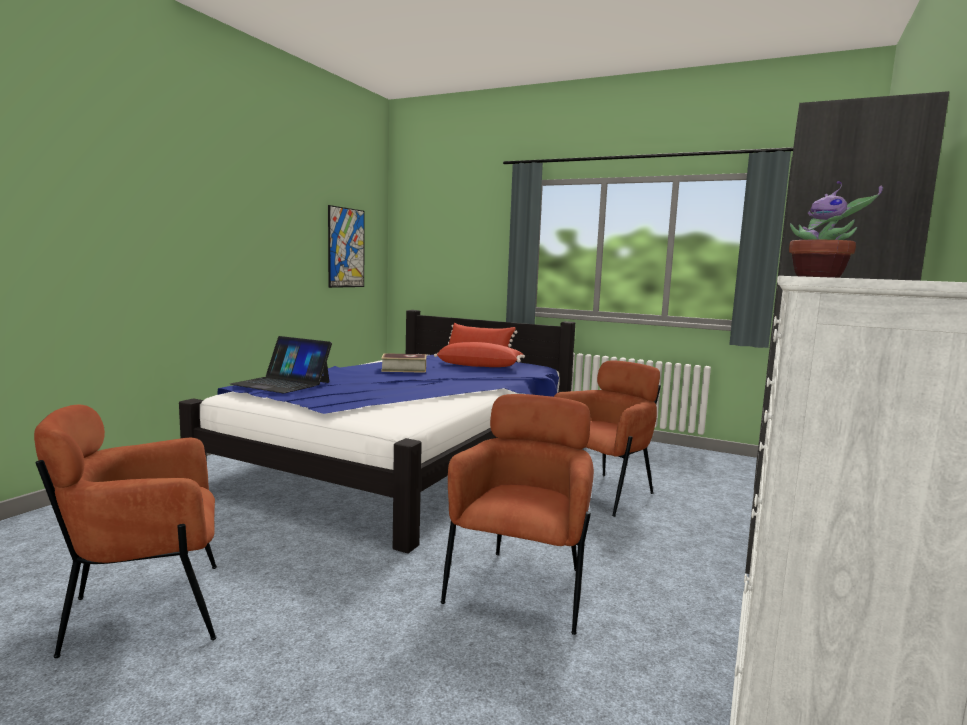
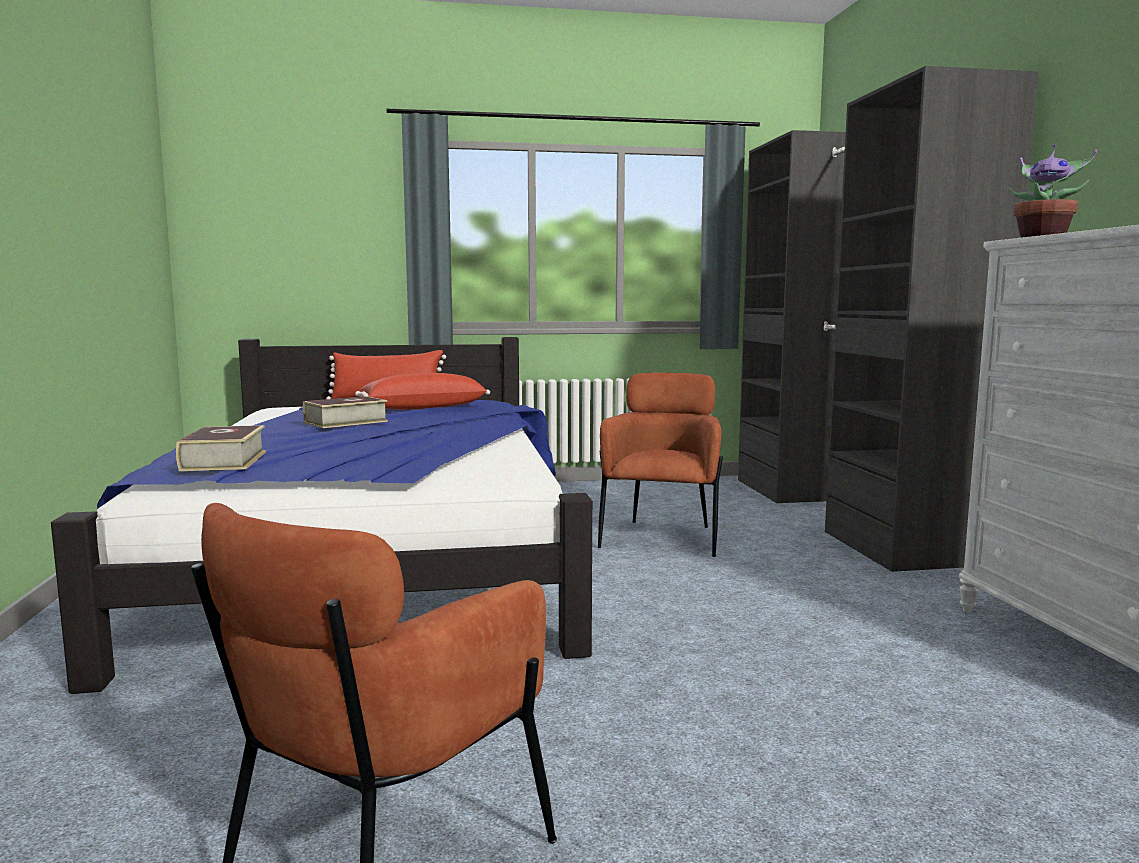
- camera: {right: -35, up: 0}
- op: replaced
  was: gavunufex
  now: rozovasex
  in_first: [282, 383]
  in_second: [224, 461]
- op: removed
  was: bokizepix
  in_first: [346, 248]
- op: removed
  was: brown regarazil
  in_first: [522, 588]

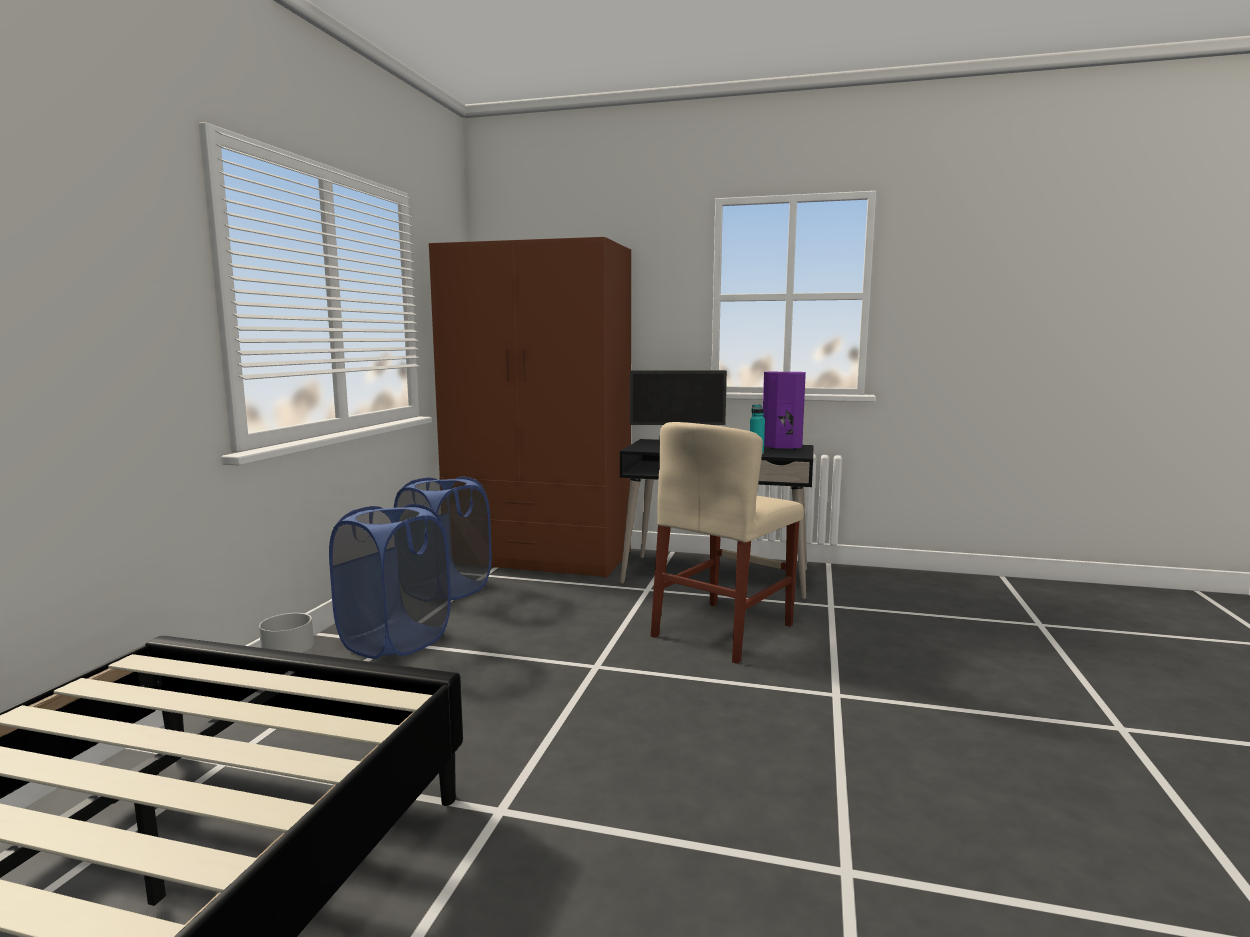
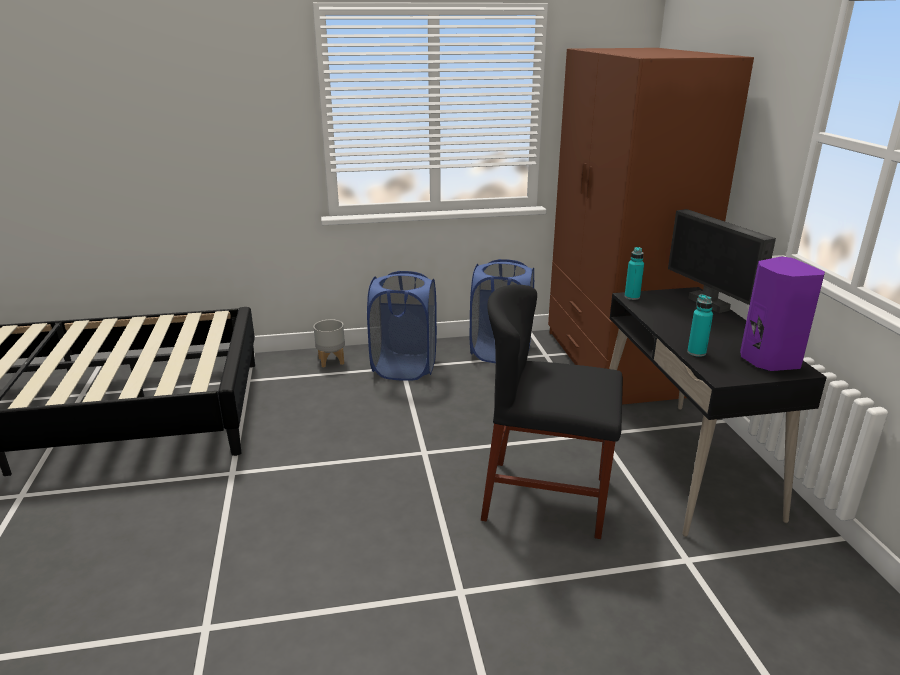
- camera: {right: 65, up: 15}
- op: recoloured
  was: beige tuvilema
  now: black tuvilema
  in_first: [723, 630]
  in_second: [546, 498]
- op: added
  now: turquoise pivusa
  in_second: [632, 297]

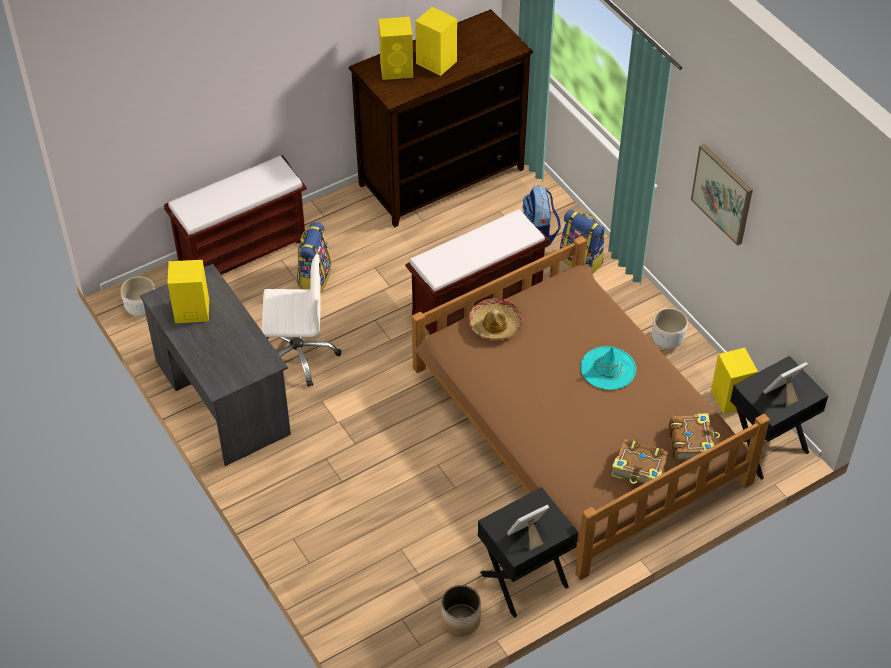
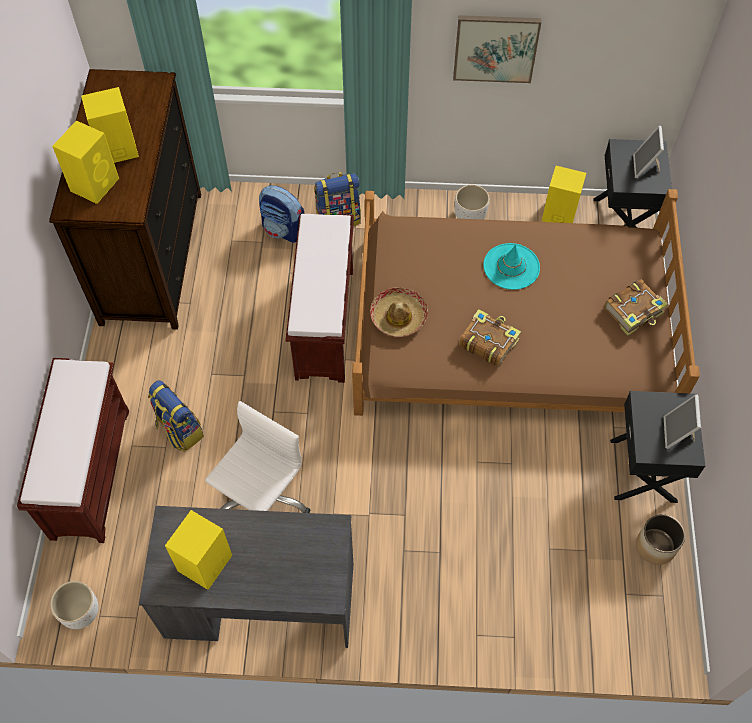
- camera: {right: -55, up: 10}
- op: moved
  was: rozovasex
  in_first: [691, 442]
  in_second: [488, 342]

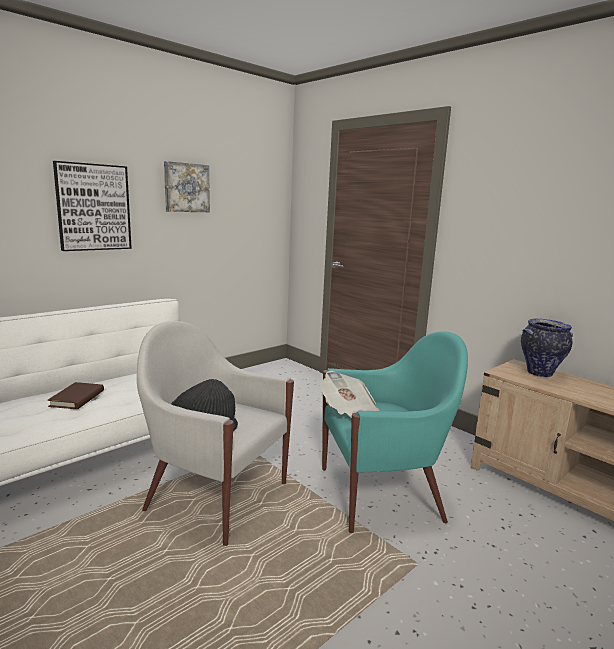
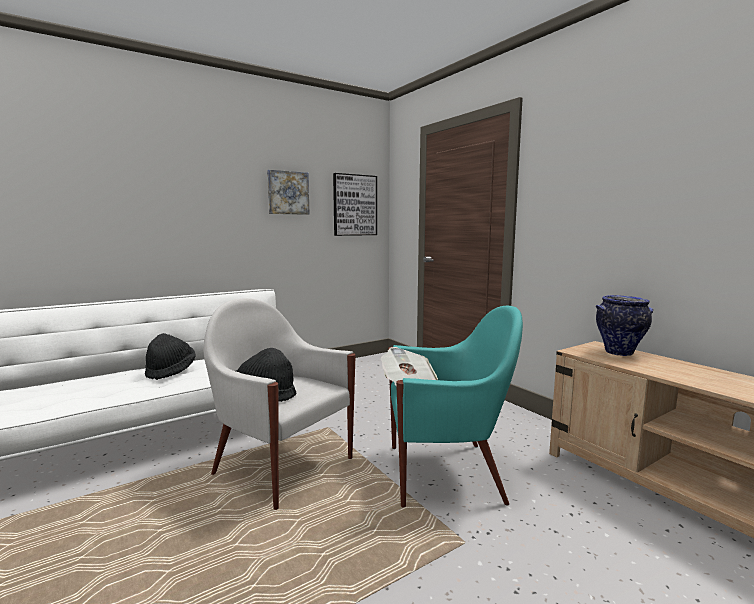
- camera: {right: 10, up: -5}
- op: replaced
  was: brown rozovasex
  now: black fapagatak
  in_first: [77, 398]
  in_second: [171, 371]
- op: moved
  was: bokizepix
  in_first: [93, 207]
  in_second: [355, 205]

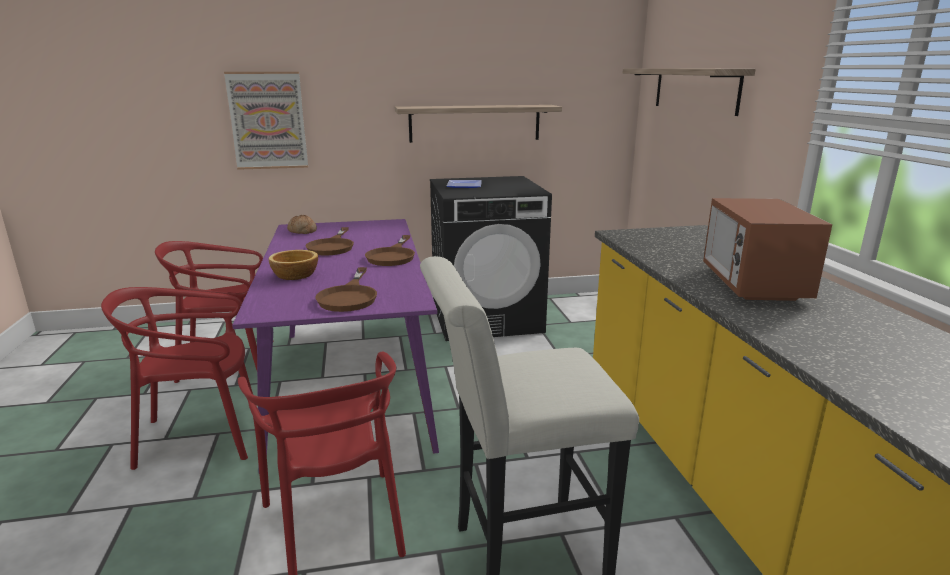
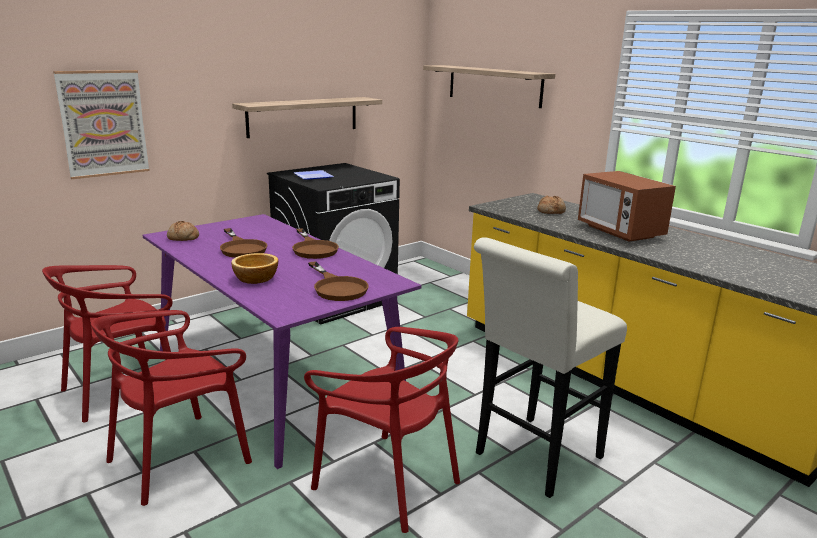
- camera: {right: -30, up: 0}
- op: added
  now: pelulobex
  in_second: [551, 211]

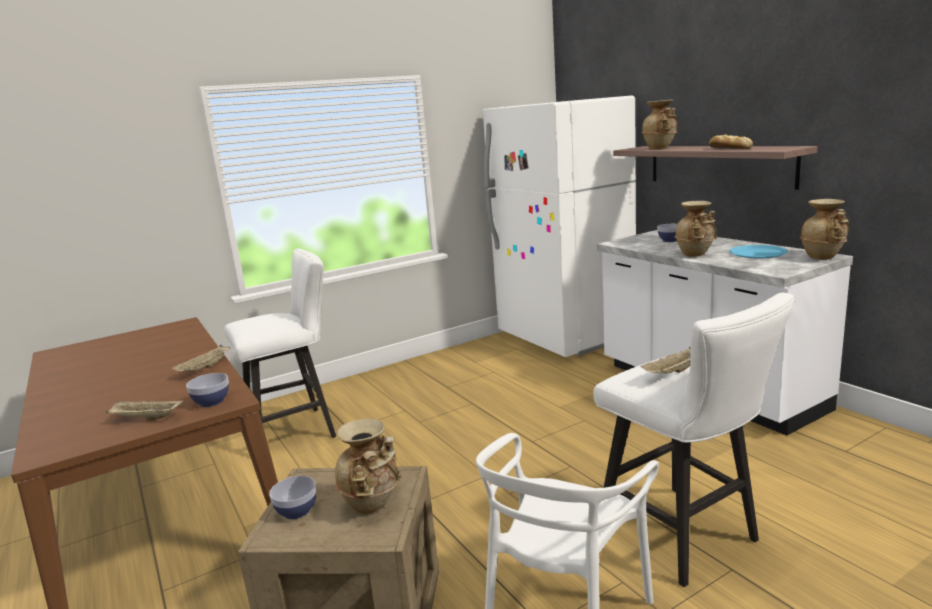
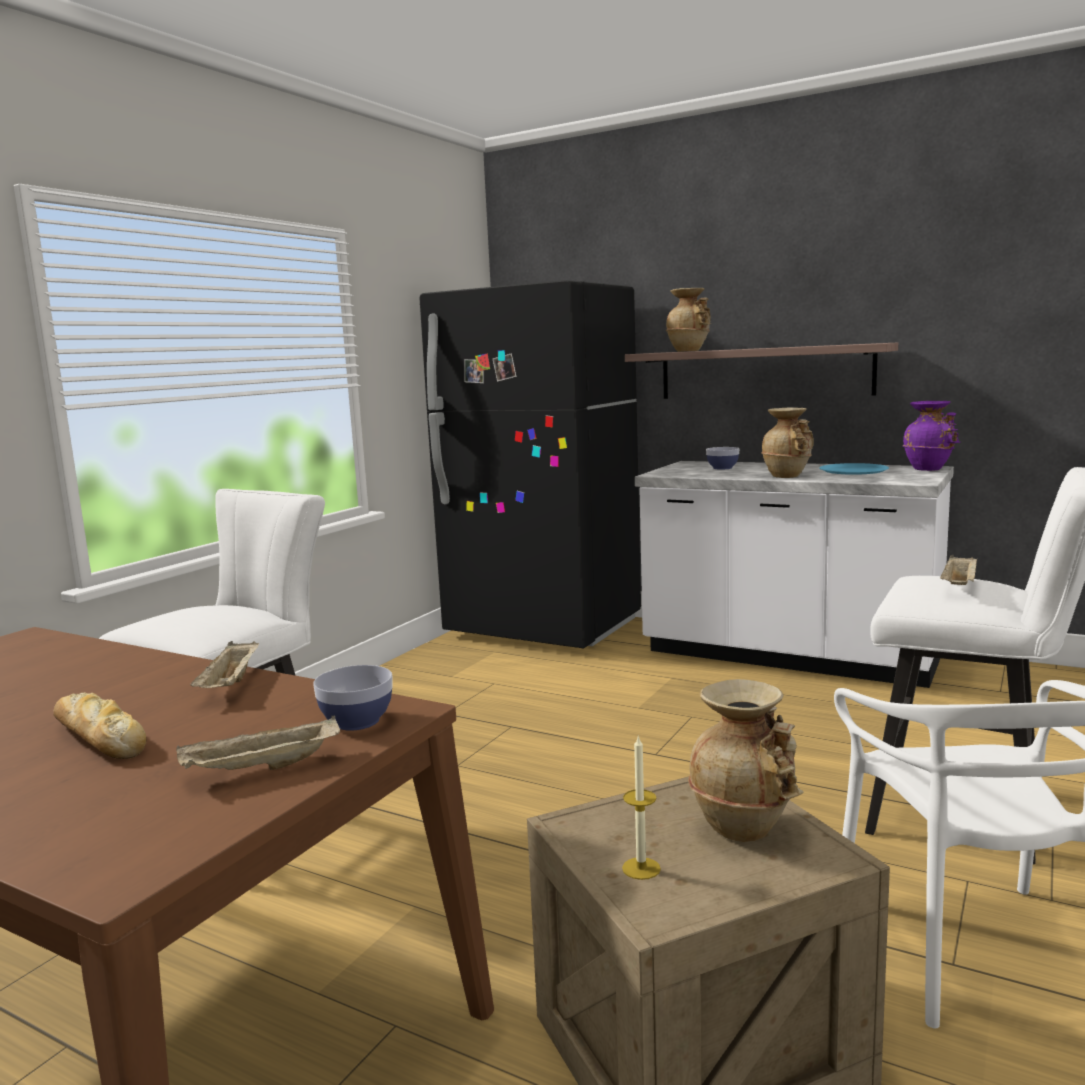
- camera: {right: -30, up: -5}
- op: replaced
  was: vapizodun
  now: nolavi
  in_first: [296, 511]
  in_second: [641, 868]
- op: recoloured
  was: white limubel
  now: black limubel
  in_first: [565, 337]
  in_second: [544, 628]
- op: moved
  was: pelulobex
  in_first: [729, 148]
  in_second: [98, 738]
- op: recoloured
  was: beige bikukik
  now: purple bikukik
  in_first: [823, 257]
  in_second: [929, 468]

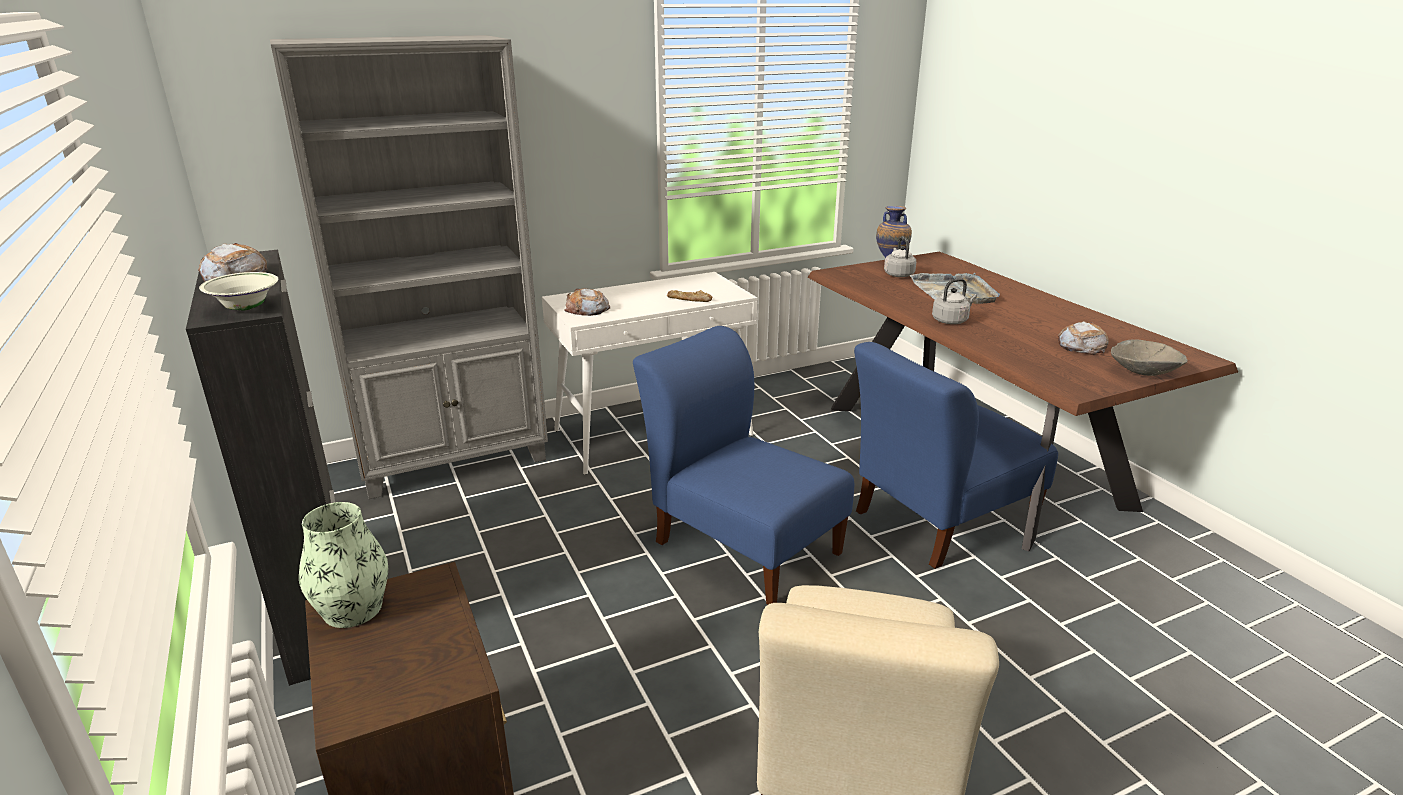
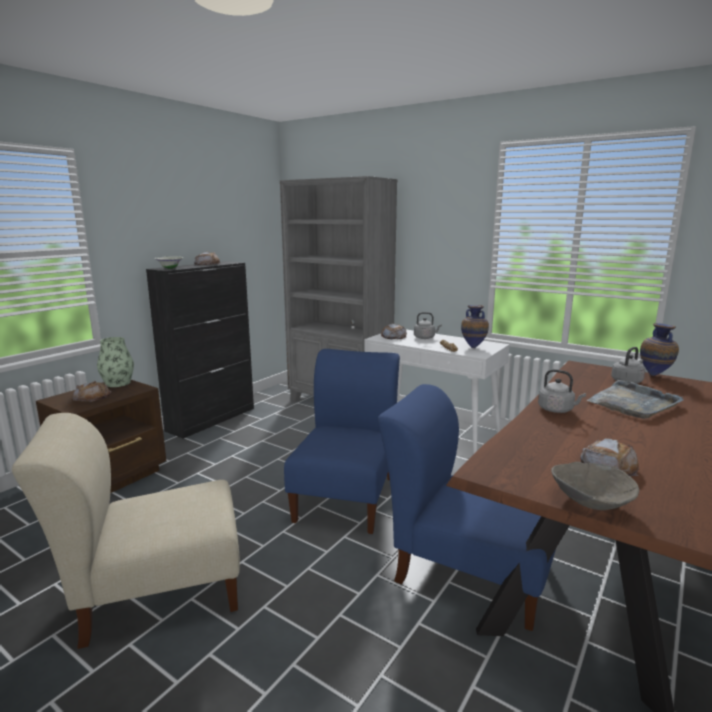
- camera: {right: 60, up: -10}
- op: added
  now: pelulobex
  in_second: [92, 396]
- op: added
  now: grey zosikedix
  in_second: [425, 338]
- op: added
  now: bikukik
  in_second: [473, 347]

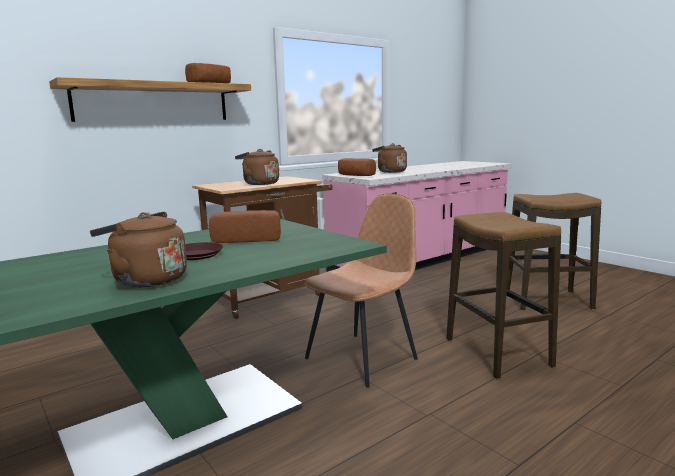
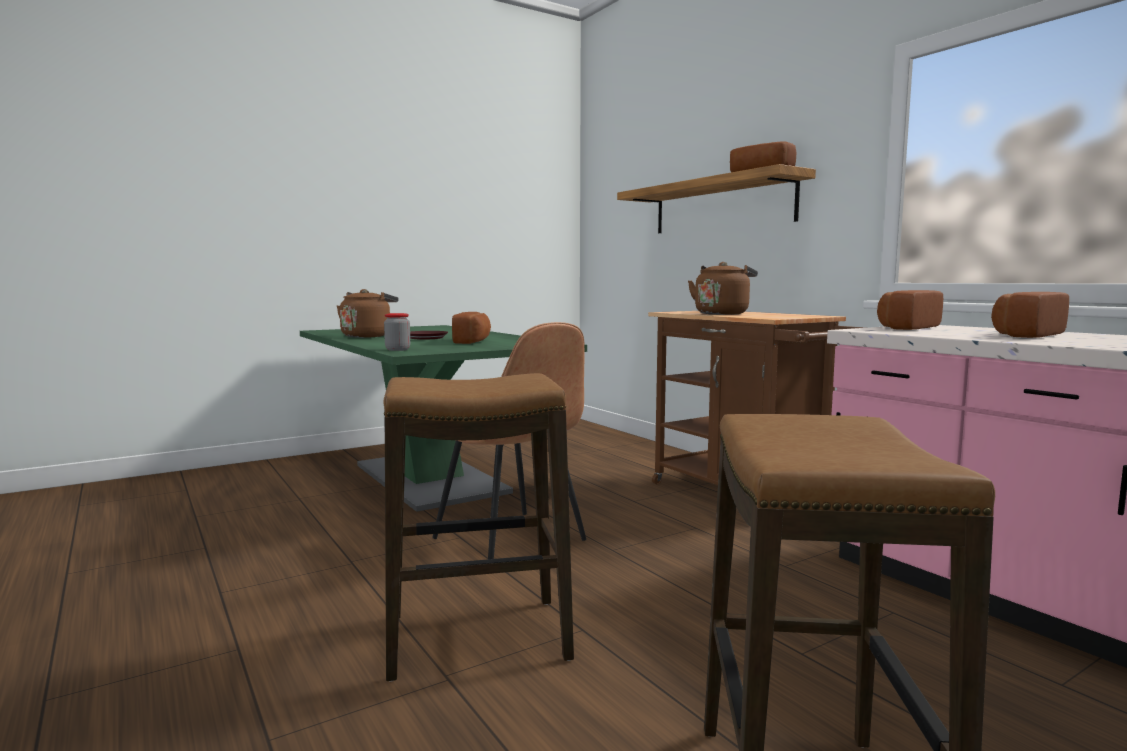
- camera: {right: 95, up: -5}
- op: replaced
  was: brown zosikedix
  now: pelulobex
  in_first: [390, 172]
  in_second: [1023, 335]
- op: added
  now: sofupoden
  in_second: [397, 349]

